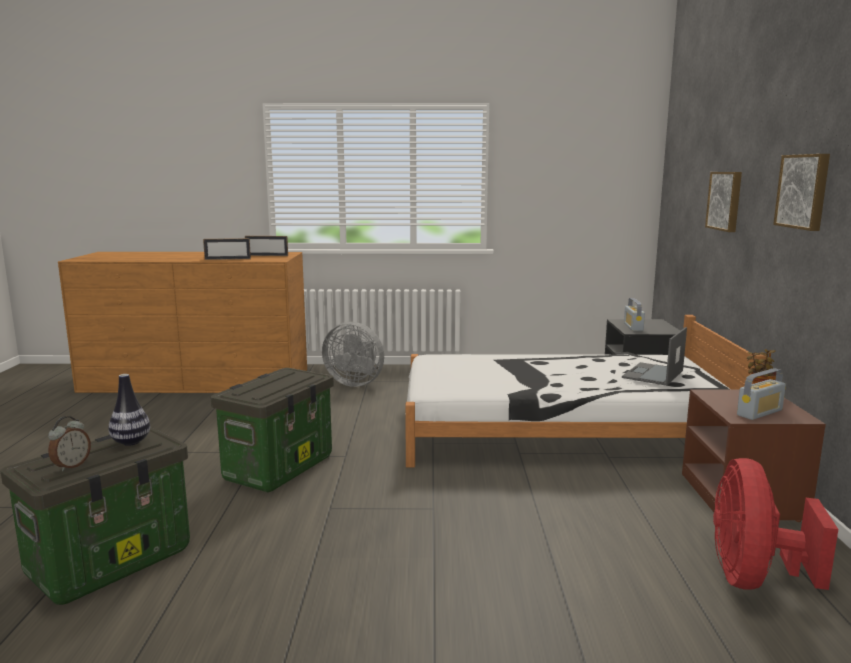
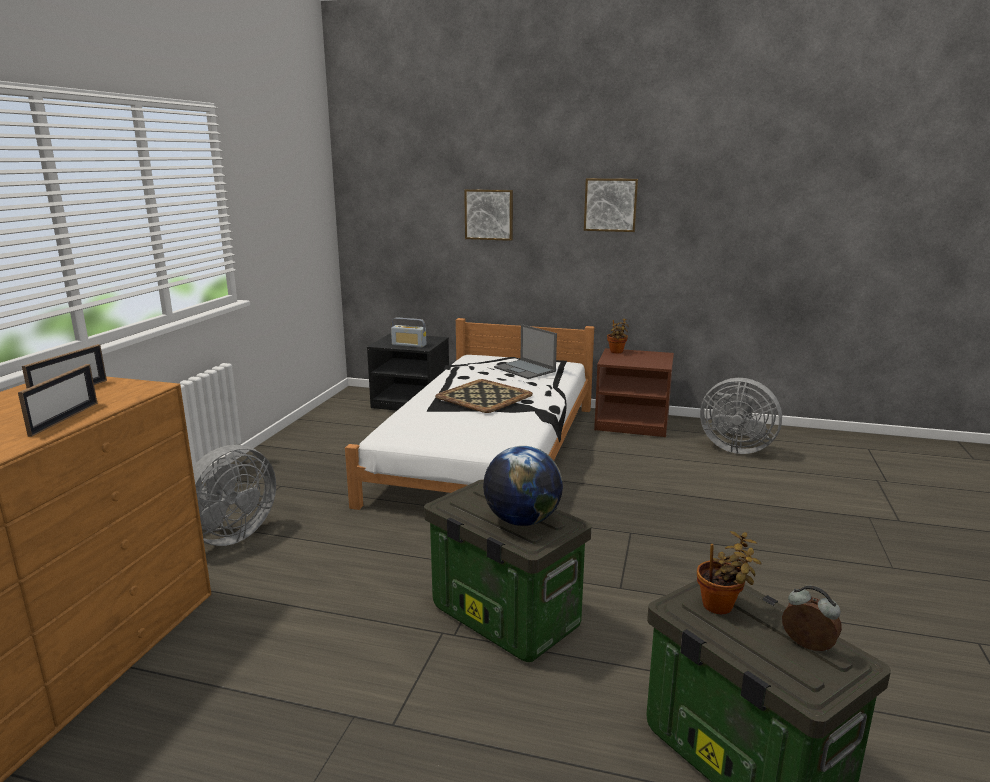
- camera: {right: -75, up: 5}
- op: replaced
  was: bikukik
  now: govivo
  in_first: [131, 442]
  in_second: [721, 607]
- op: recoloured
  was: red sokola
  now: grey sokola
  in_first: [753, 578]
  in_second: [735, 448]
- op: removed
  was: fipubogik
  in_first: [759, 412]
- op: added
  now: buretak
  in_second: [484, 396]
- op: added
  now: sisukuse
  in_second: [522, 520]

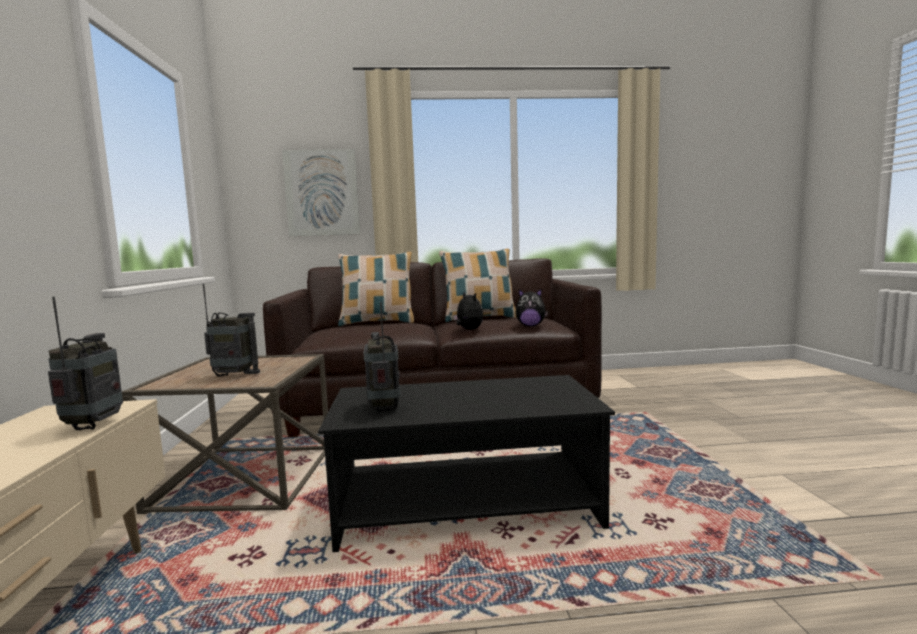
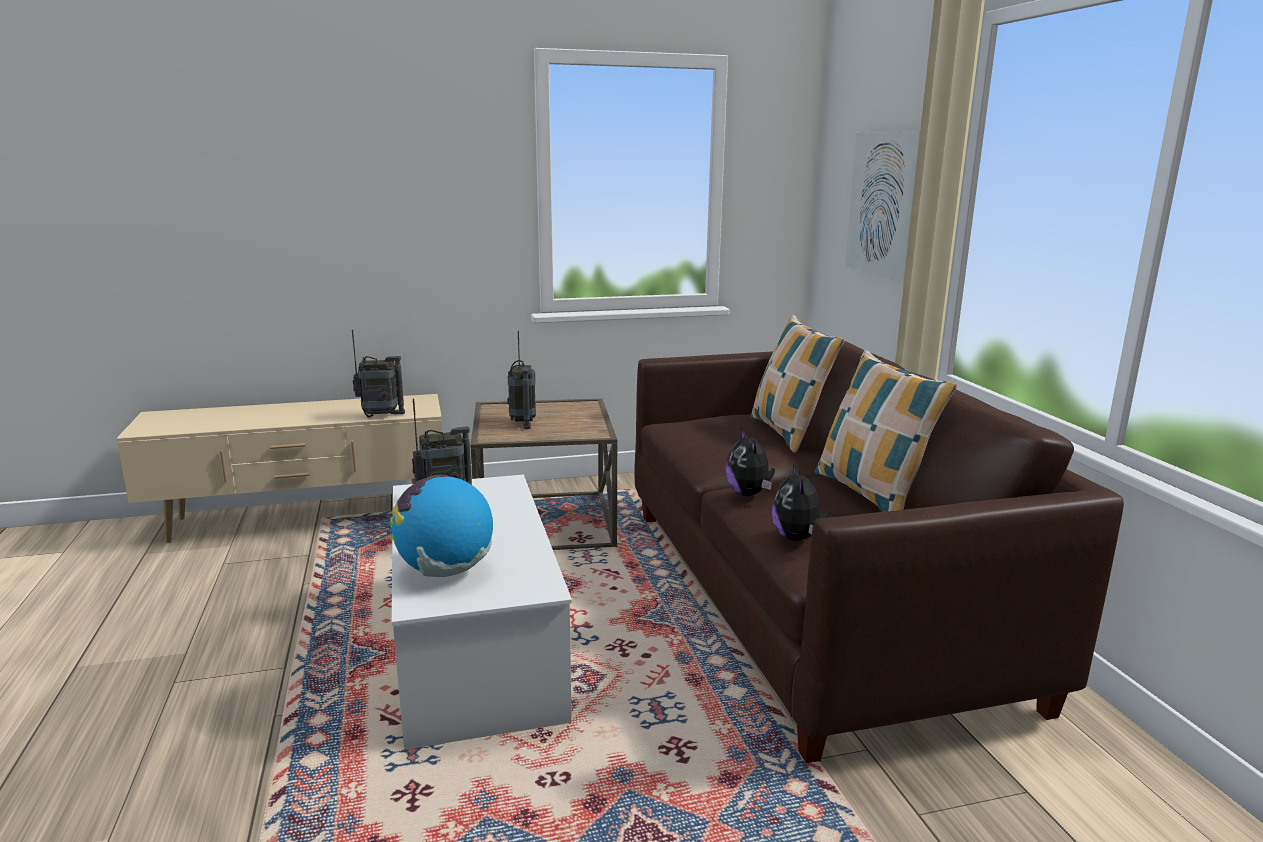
- camera: {right: 80, up: 10}
- op: recoloured
  was: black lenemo
  now: white lenemo
  in_first: [468, 505]
  in_second: [476, 649]
- op: turned
  was: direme
  in_first: [468, 330]
  in_second: [749, 494]
  clockwise: 120
- op: added
  now: sisukuse
  in_second: [445, 571]

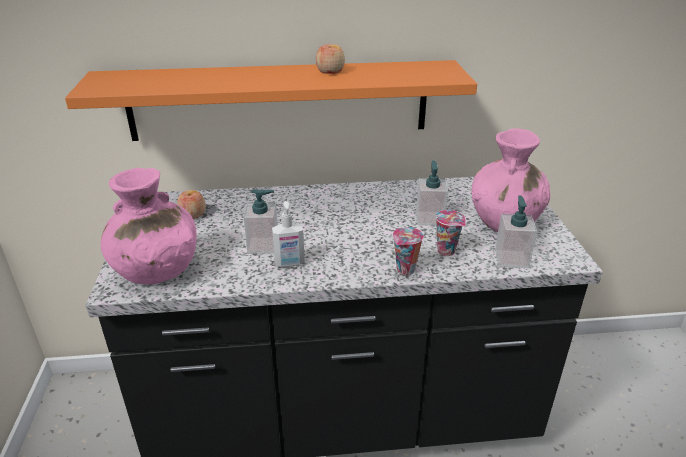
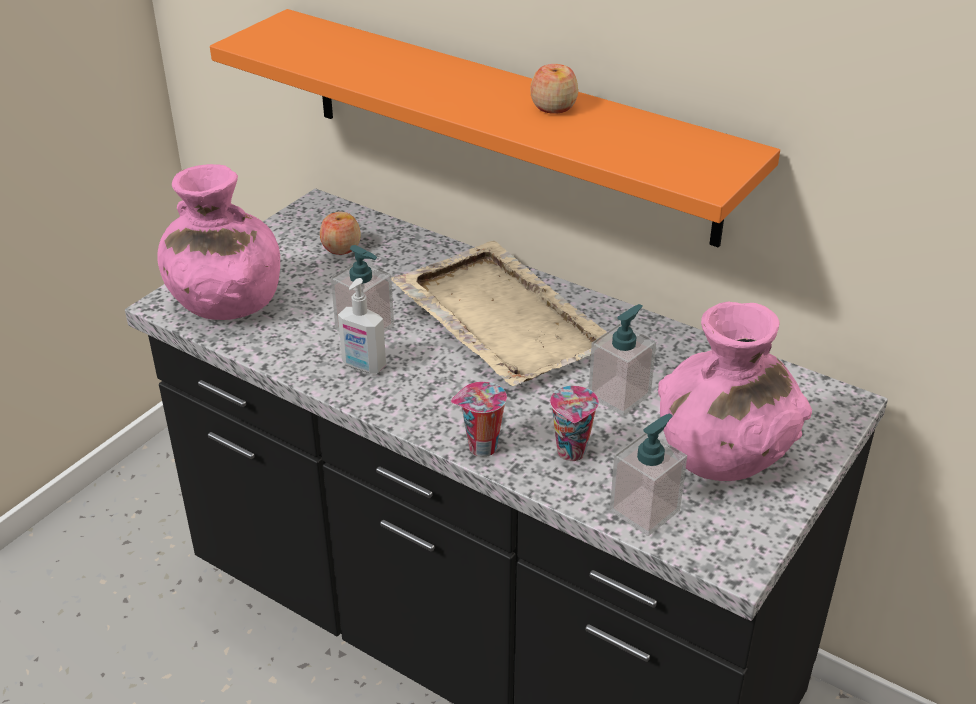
- camera: {right: 40, up: 5}
- op: added
  now: beige buretak
  in_second: [501, 317]

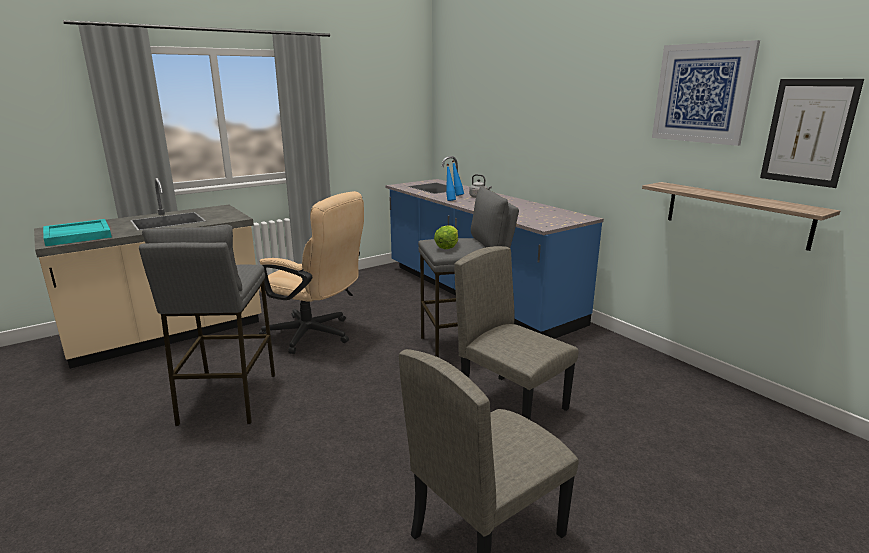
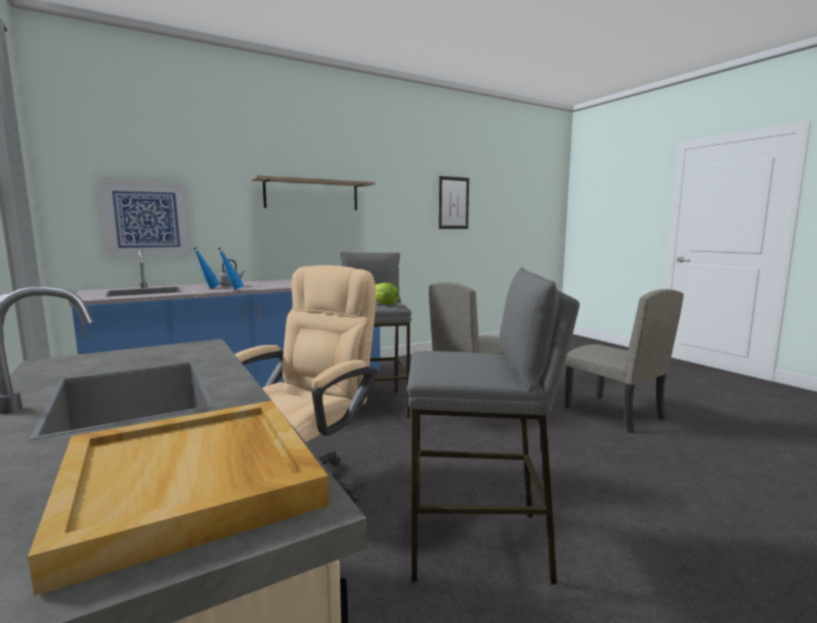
- camera: {right: -85, up: -10}
- op: recoloured
  was: turquoise buretak
  now: beige buretak
  in_first: [77, 235]
  in_second: [193, 482]
- op: moved
  was: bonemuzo
  in_first: [736, 214]
  in_second: [312, 195]
- op: moved
  was: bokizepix
  in_first: [702, 93]
  in_second: [147, 219]

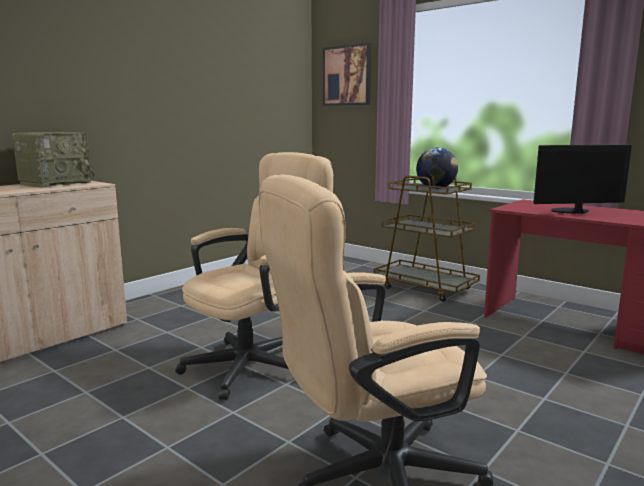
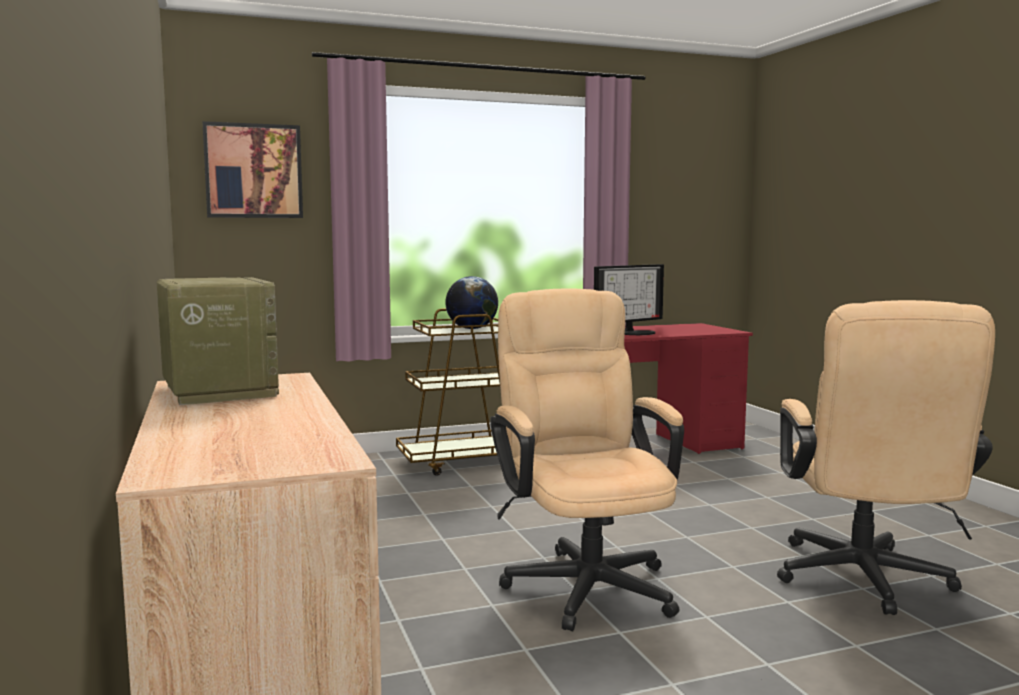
- camera: {right: -60, up: -5}
- op: turned
  was: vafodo
  in_first: [571, 211]
  in_second: [636, 332]
  clockwise: -150

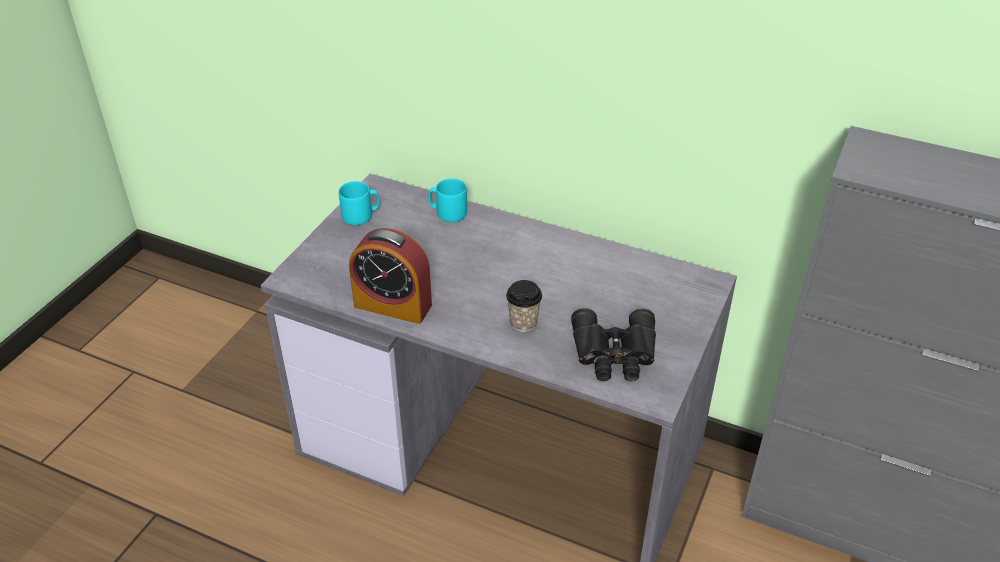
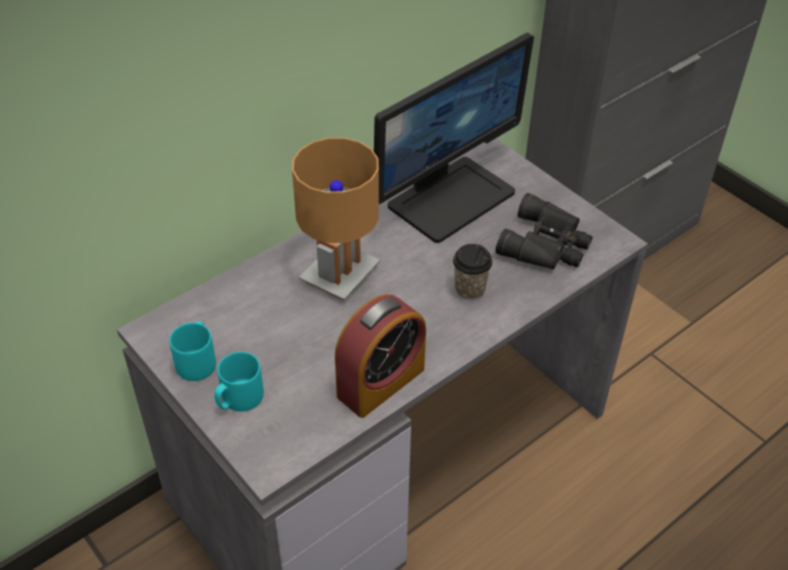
- camera: {right: -65, up: 5}
- op: moved
  was: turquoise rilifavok
  in_first: [448, 213]
  in_second: [239, 399]
- op: added
  now: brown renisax
  in_second: [340, 275]
- op: added
  now: vafodo
  in_second: [450, 197]

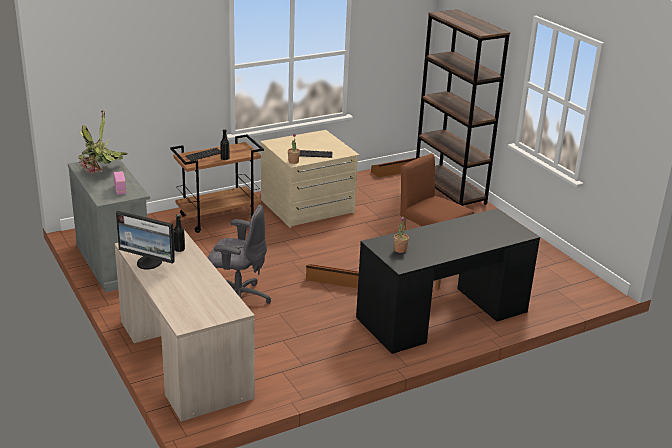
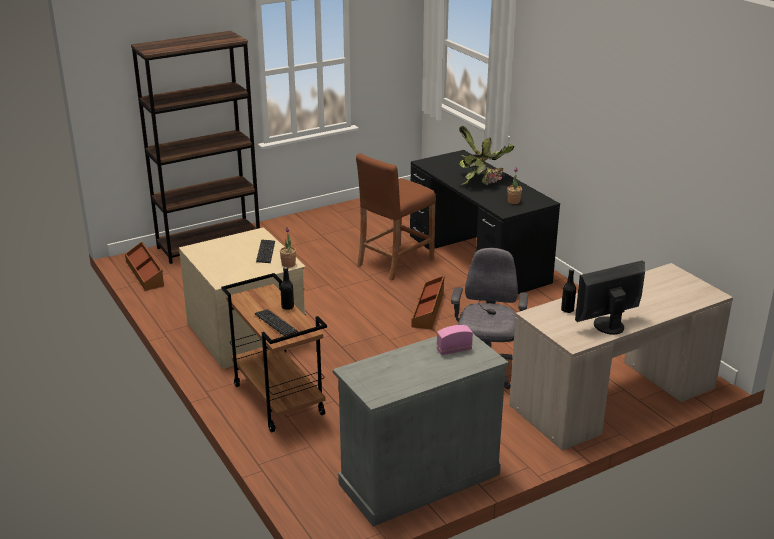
- camera: {right: -90, up: 0}
- op: moved
  was: govivo
  in_first: [102, 171]
  in_second: [483, 181]
- op: turned
  was: vafodo
  in_first: [149, 263]
  in_second: [607, 325]
  clockwise: -135

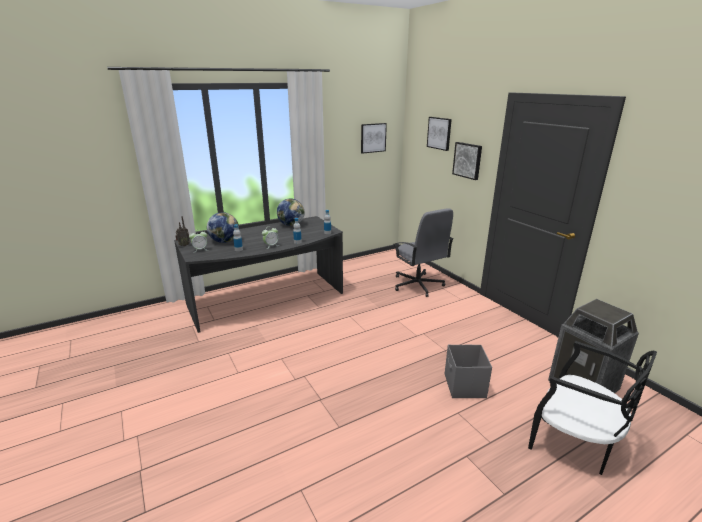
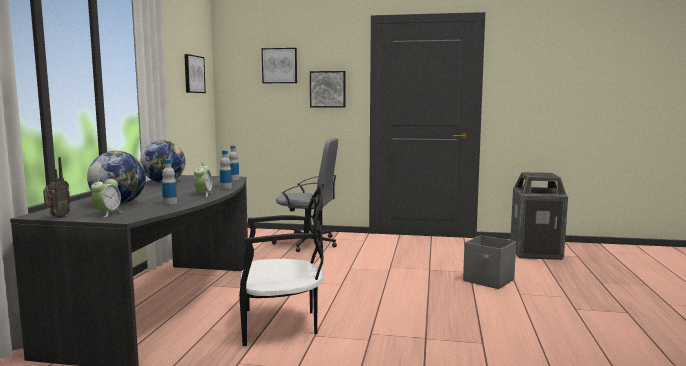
- camera: {right: -50, up: -15}
- op: moved
  was: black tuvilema
  in_first: [574, 443]
  in_second: [281, 324]

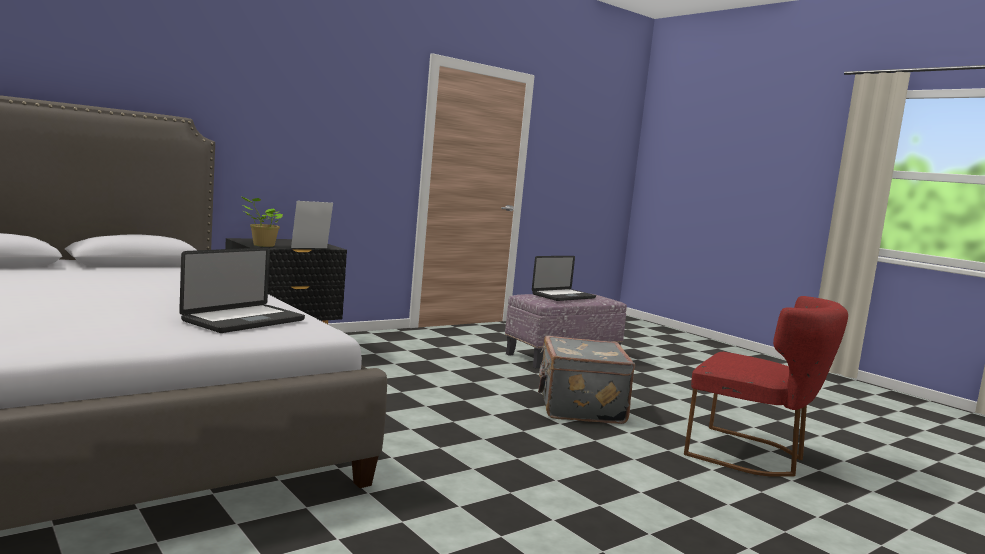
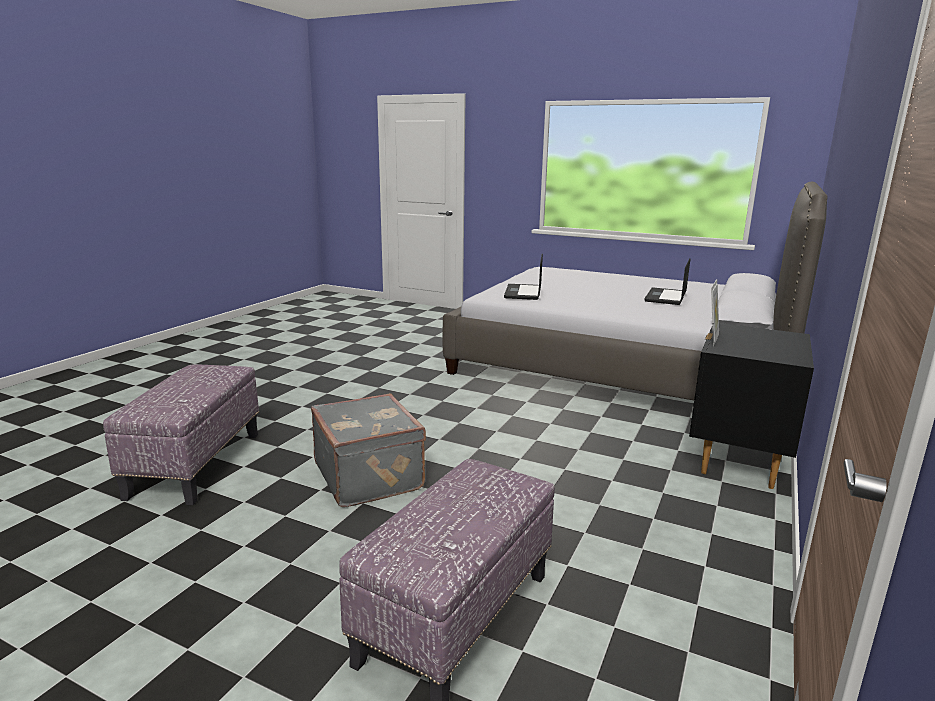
- camera: {right: 155, up: 10}
- op: removed
  was: govivo
  in_first: [262, 245]
- op: moved
  was: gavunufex
  in_first: [563, 296]
  in_second: [665, 297]
- op: replaced
  was: red tuvilema
  now: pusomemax
  in_first: [752, 455]
  in_second: [195, 464]

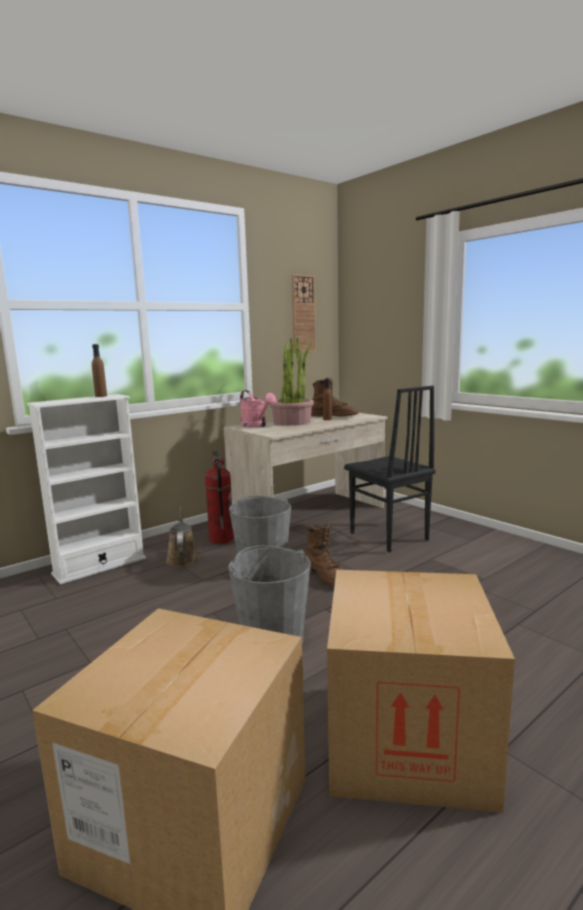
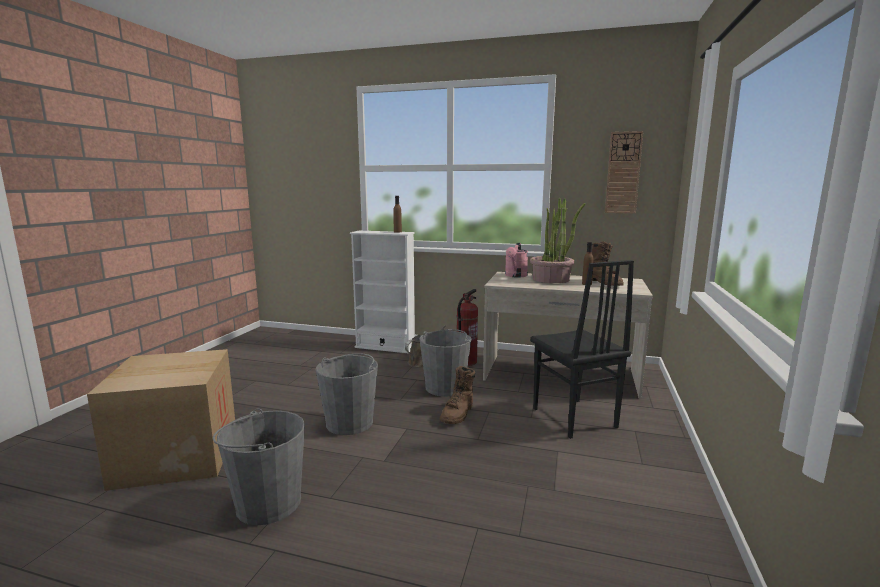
- camera: {right: 55, up: 0}
- op: replaced
  was: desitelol
  now: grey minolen
  in_first: [407, 739]
  in_second: [268, 503]
- op: turned
  was: black tuvilema
  in_first: [388, 537]
  in_second: [573, 418]
  clockwise: -45

